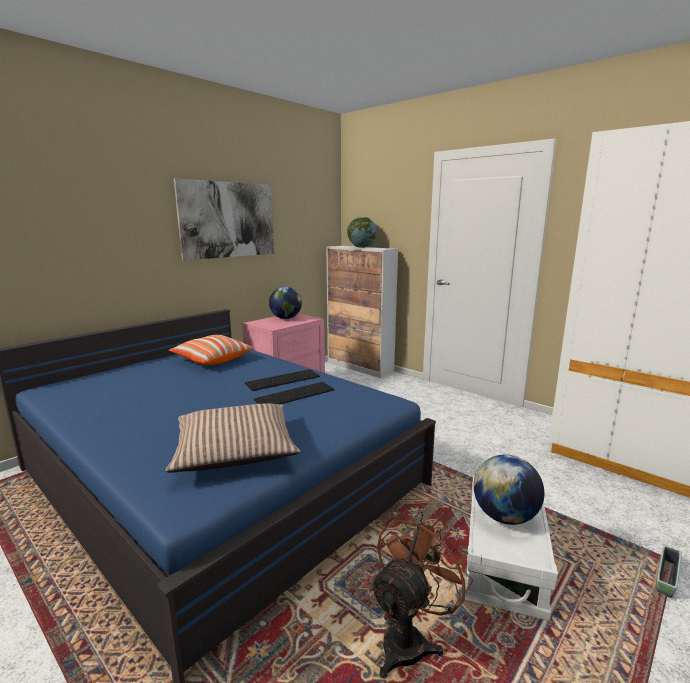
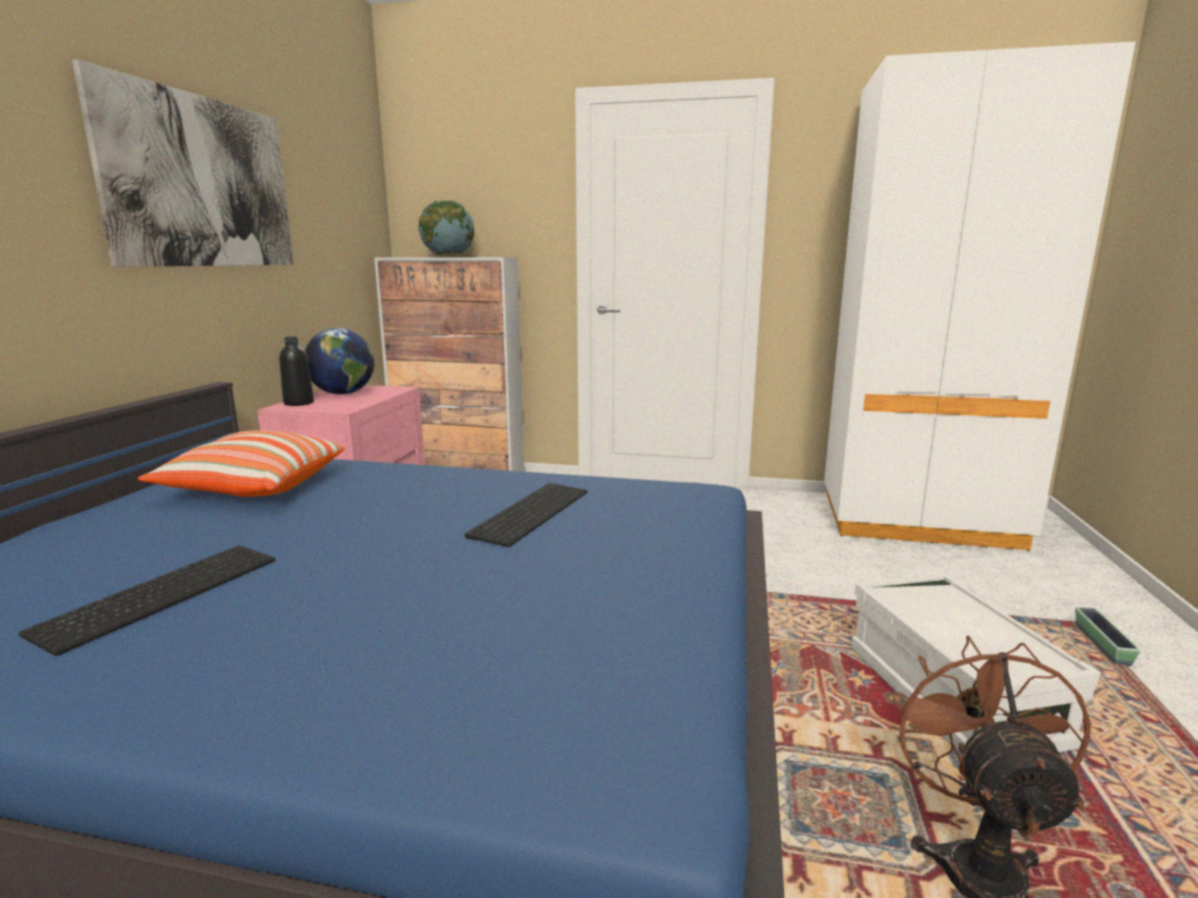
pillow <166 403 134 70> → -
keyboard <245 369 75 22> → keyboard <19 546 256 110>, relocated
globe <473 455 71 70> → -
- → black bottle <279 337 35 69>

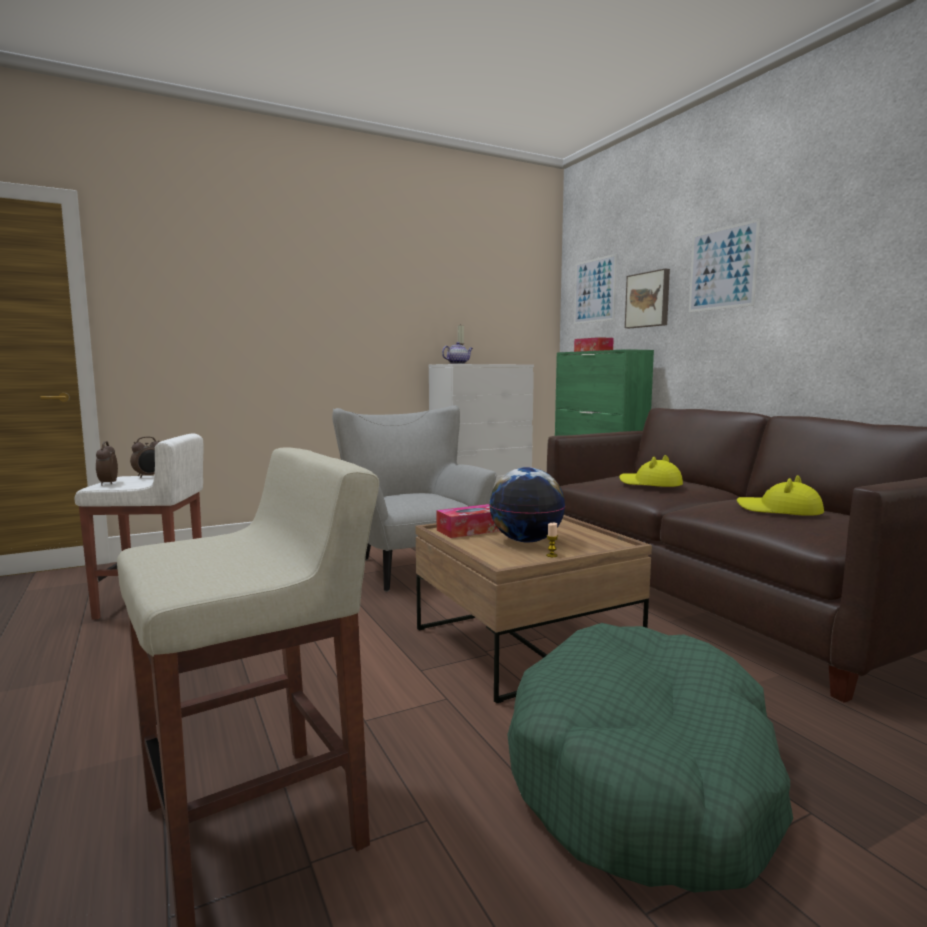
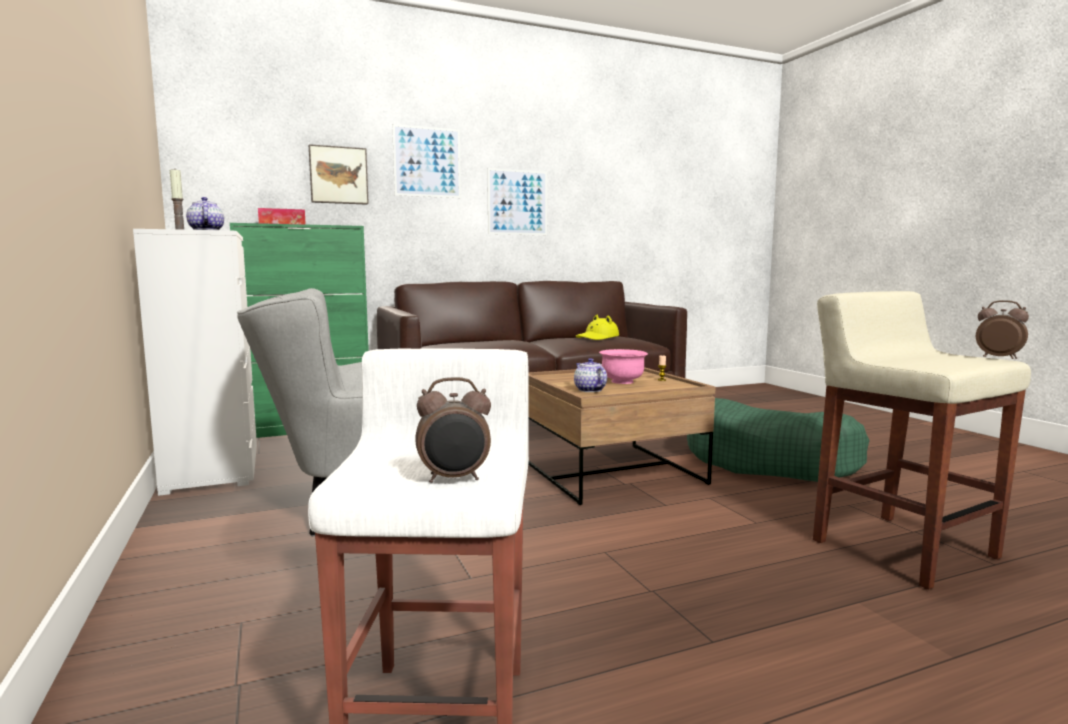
alarm clock <130 437 29 41> → alarm clock <976 300 53 59>, relocated
tissue box <437 504 63 34> → teapot <574 358 33 34>
globe <489 467 76 76> → pink bowl <599 349 49 35>
picture <574 254 43 70> → picture <487 168 60 67>, relocated
yellow hat <619 455 64 32> → -

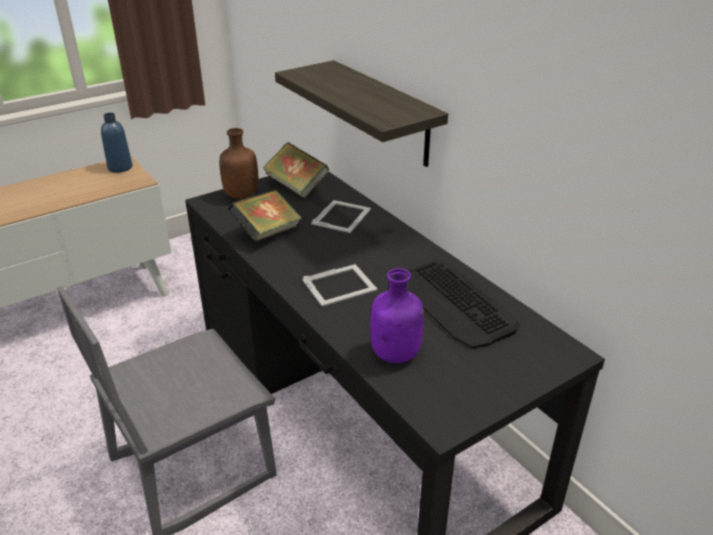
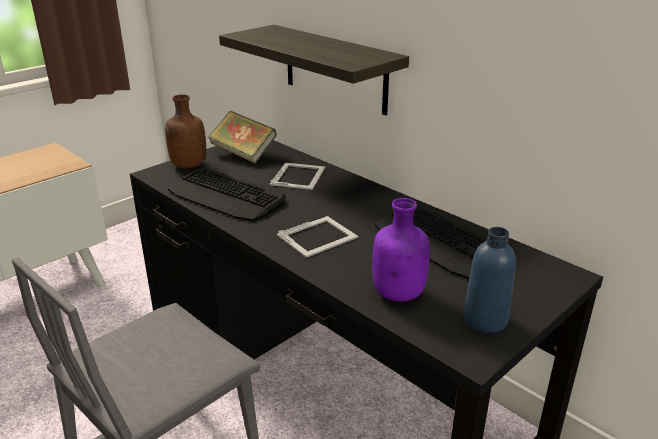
blue bottle <101 113 31 60> → blue bottle <463 227 53 106>, relocated
book <228 190 74 52> → keyboard <168 168 118 53>

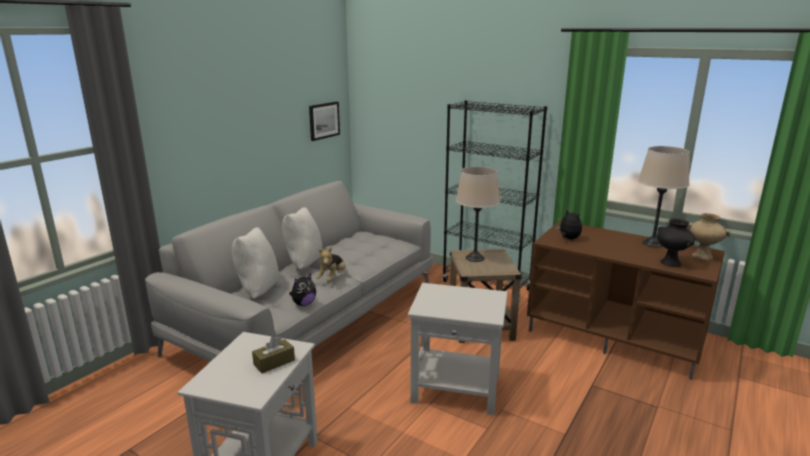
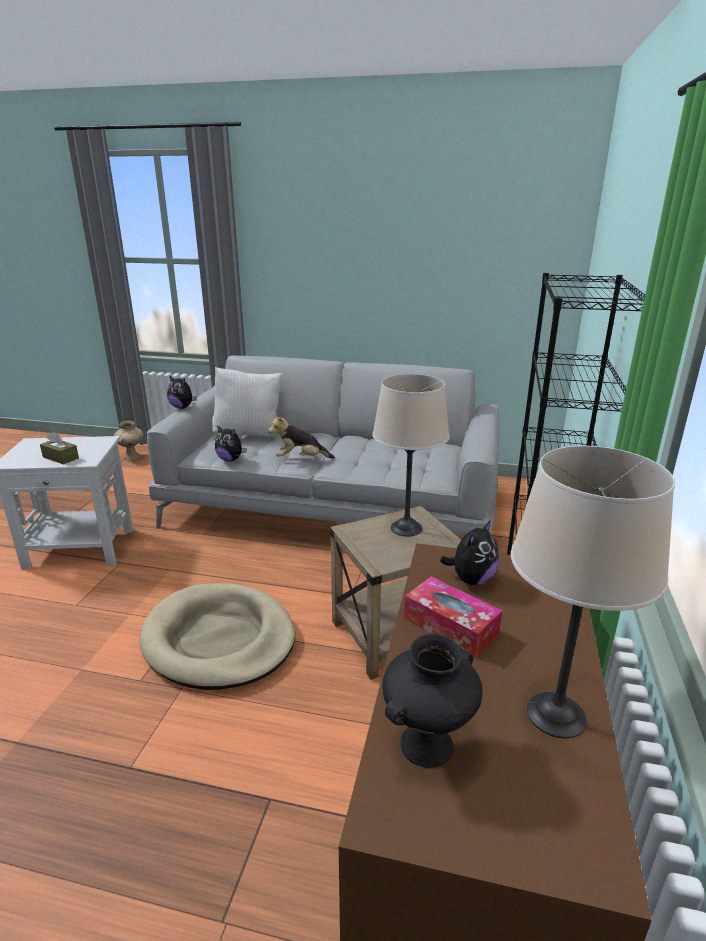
white pillow <282 207 40 62> → -
picture <309 102 31 39> → -
white side table <407 283 101 132> → beige dog bed <139 583 156 107>
beige vase <687 213 44 47> → beige vase <114 421 29 39>, relocated
- → plush toy <167 375 30 34>
- → tissue box <404 577 98 81>

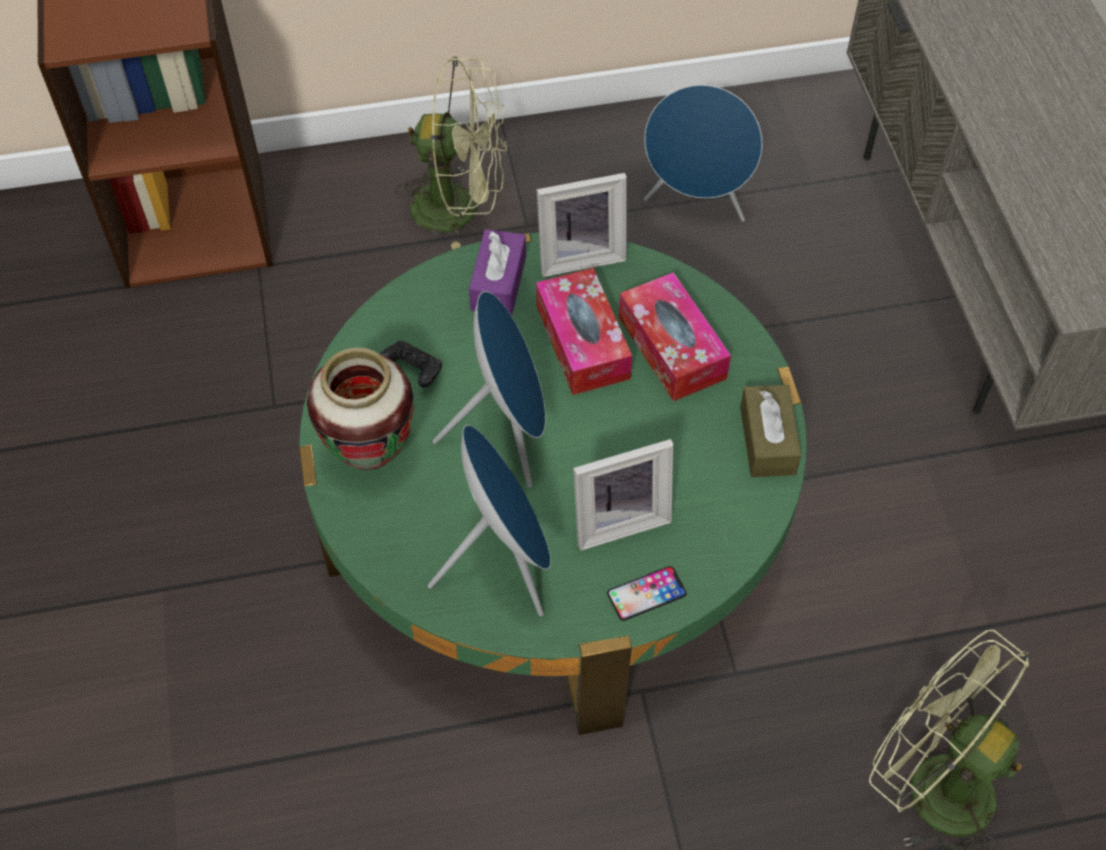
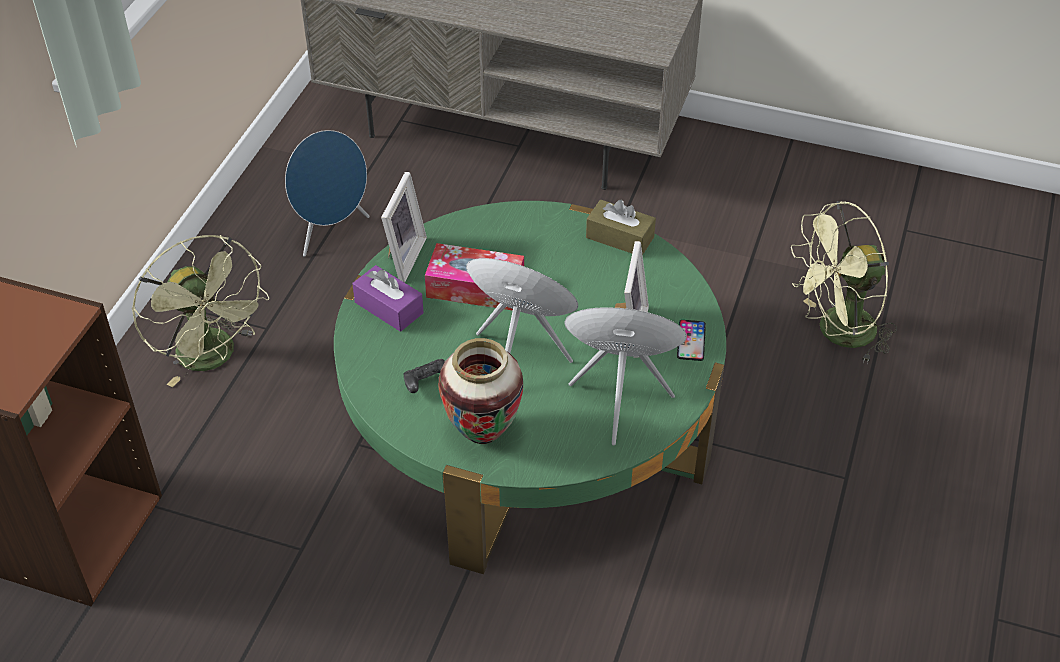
green fan <395 57 112 193> → green fan <132 235 138 152>, 105 degrees clockwise
tissue box <619 272 112 129> → -

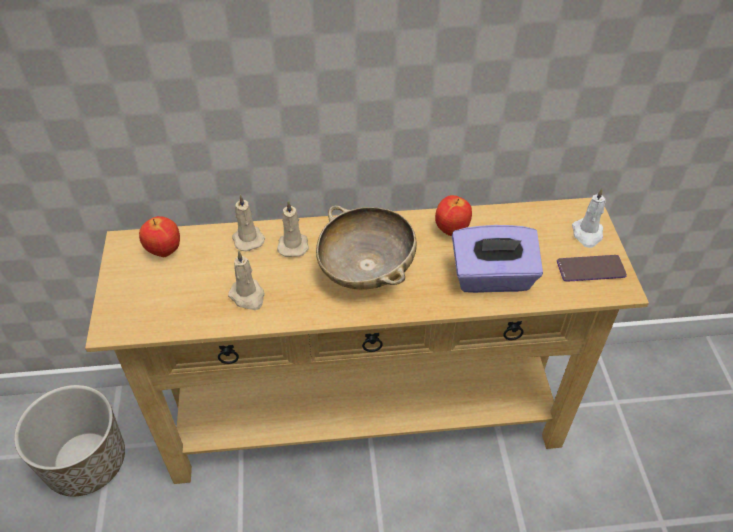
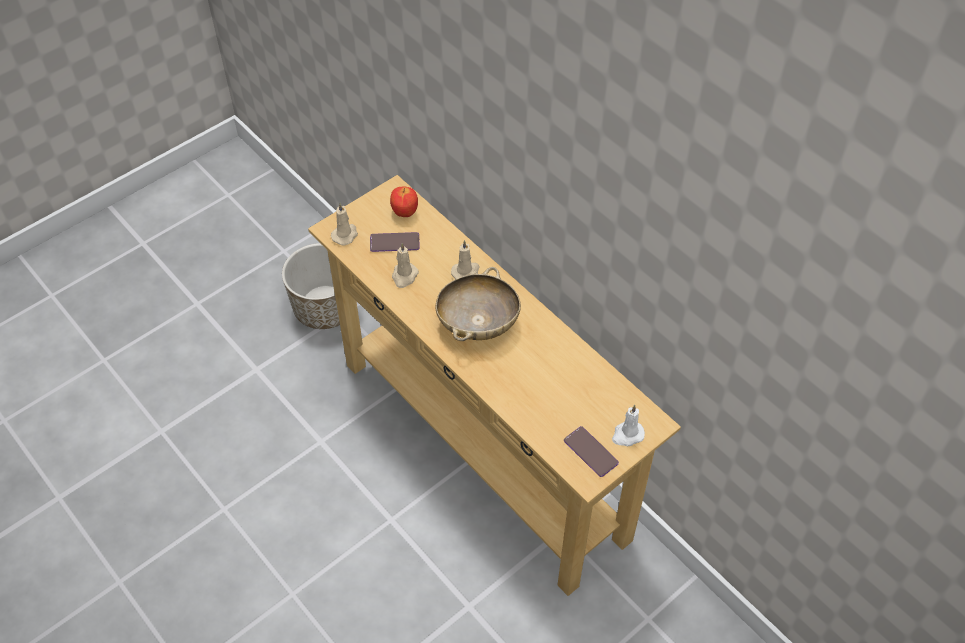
beige candle <232 194 33 58> → beige candle <331 203 27 42>, relocated
apple <435 195 37 41> → -
purple tissue box <452 225 91 68> → -
- → phone <370 232 50 20>

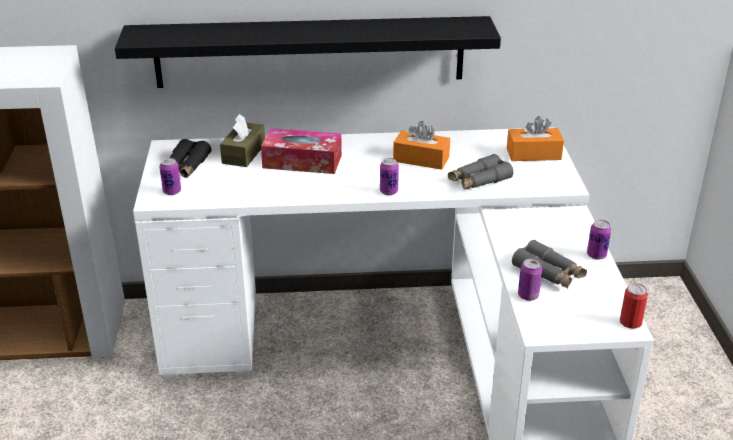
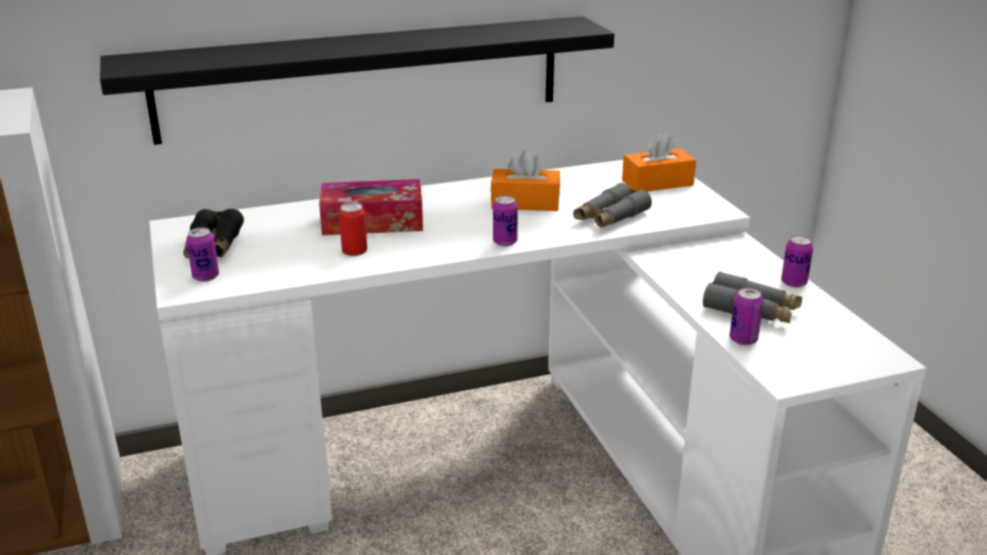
brown tissue box <220 114 45 53> → -
can <620 283 28 46> → can <339 202 28 54>, relocated

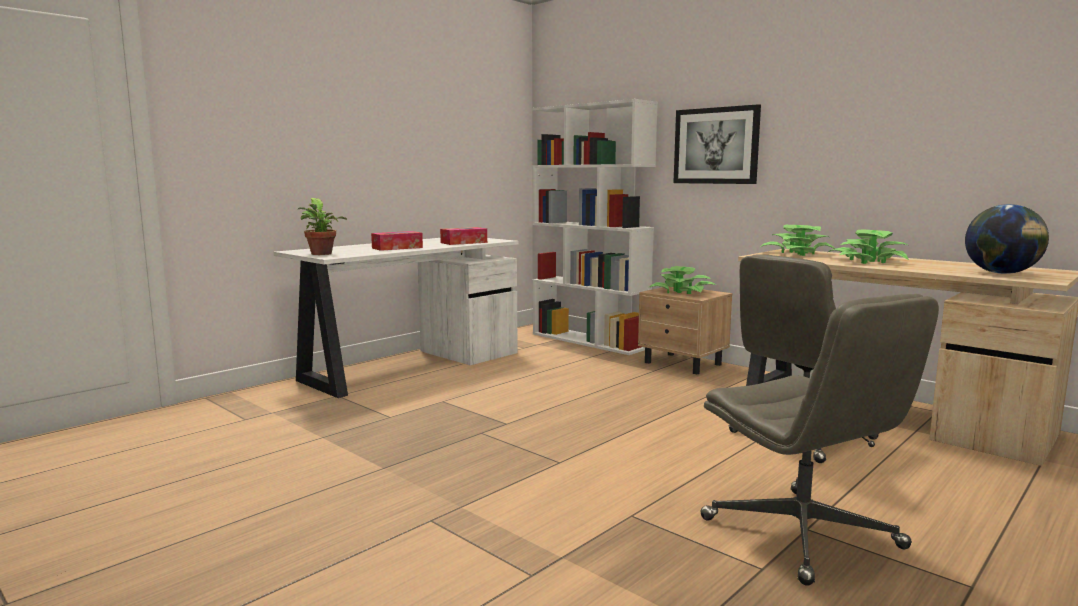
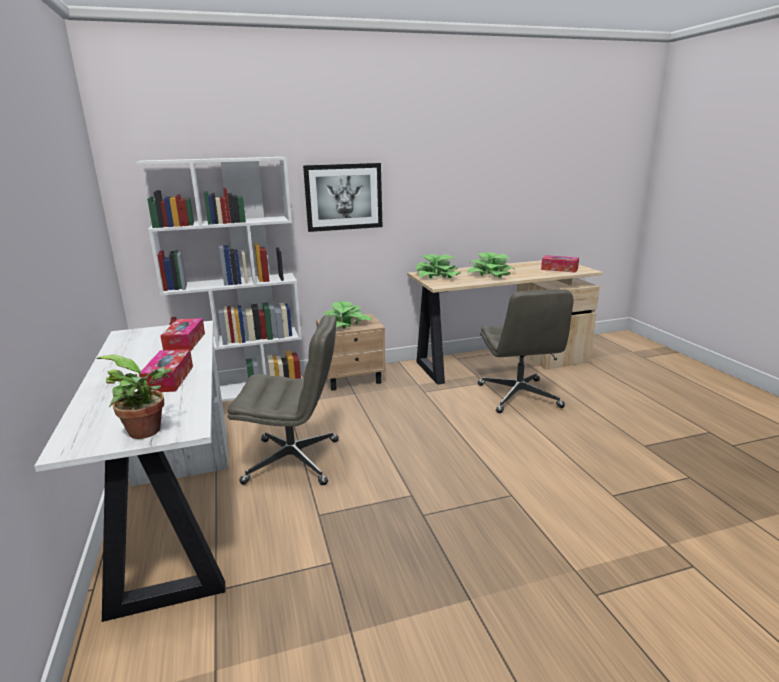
grey office chair <700 294 239 292> → grey office chair <227 315 112 170>, relocated
globe <965 204 84 70> → tissue box <541 255 38 18>

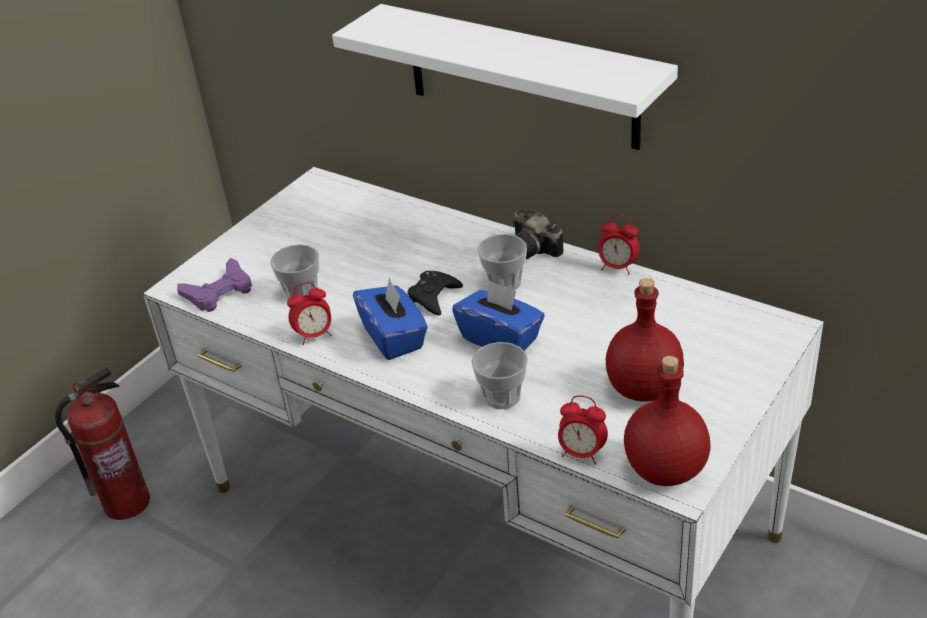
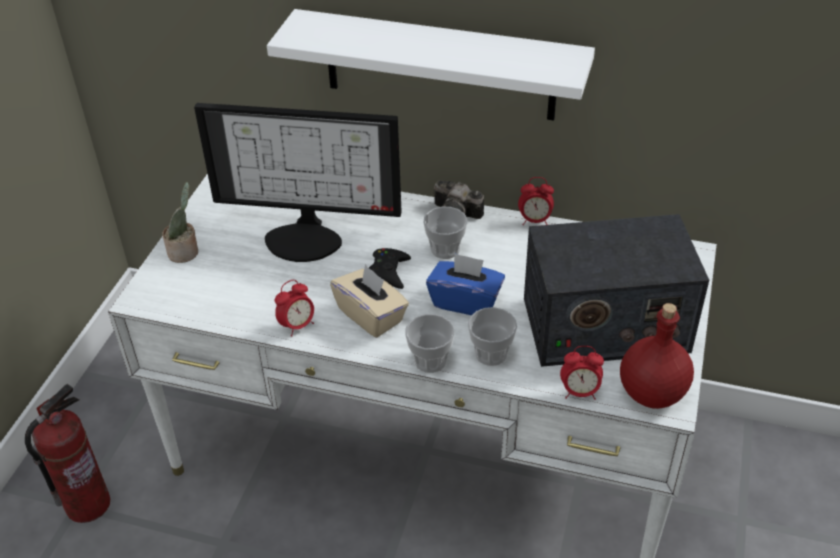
purple game controller <177 258 75 54> → -
cup <270 244 49 55> → cup <405 314 50 59>, relocated
blue tissue box <353 277 75 83> → beige tissue box <330 264 79 74>
red bottle <606 278 78 124> → radio <524 214 185 153>
- → potted plant <162 182 36 81>
- → monitor <194 103 208 159>

